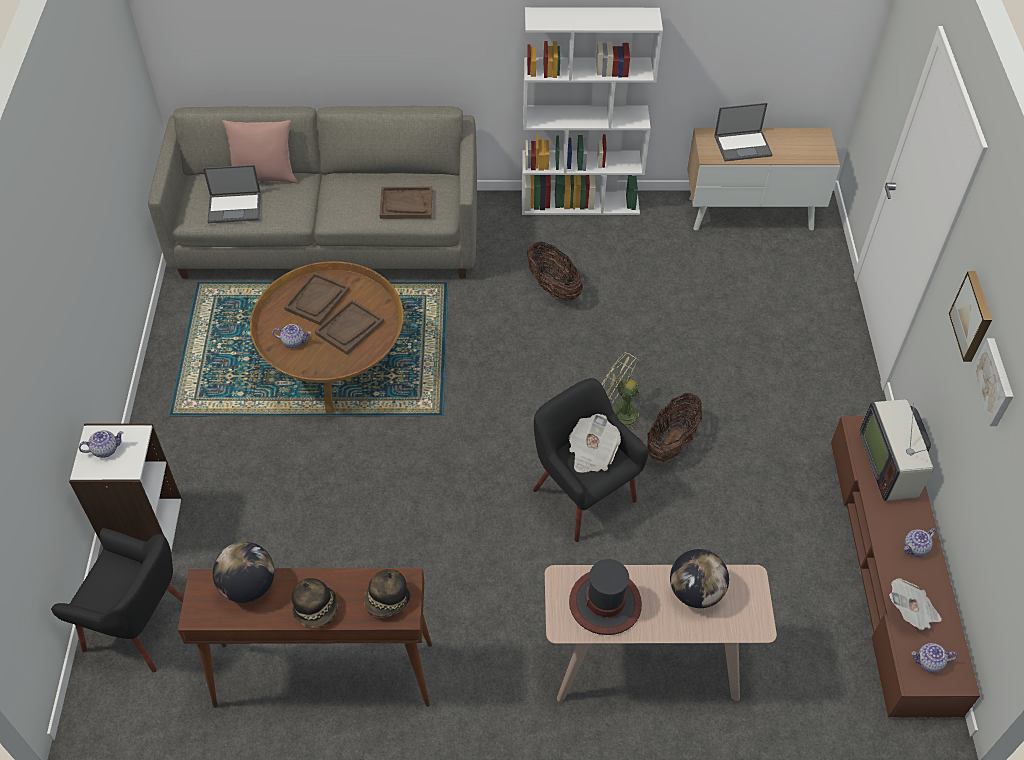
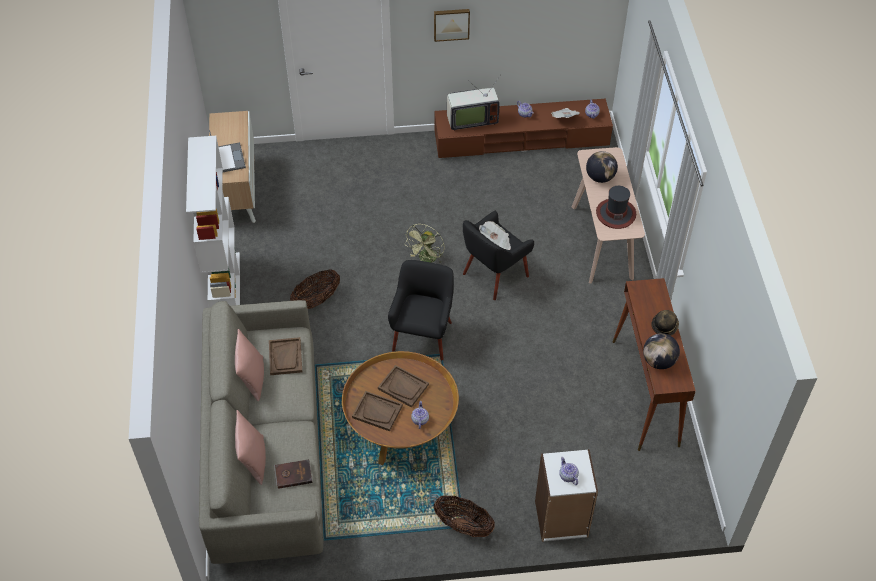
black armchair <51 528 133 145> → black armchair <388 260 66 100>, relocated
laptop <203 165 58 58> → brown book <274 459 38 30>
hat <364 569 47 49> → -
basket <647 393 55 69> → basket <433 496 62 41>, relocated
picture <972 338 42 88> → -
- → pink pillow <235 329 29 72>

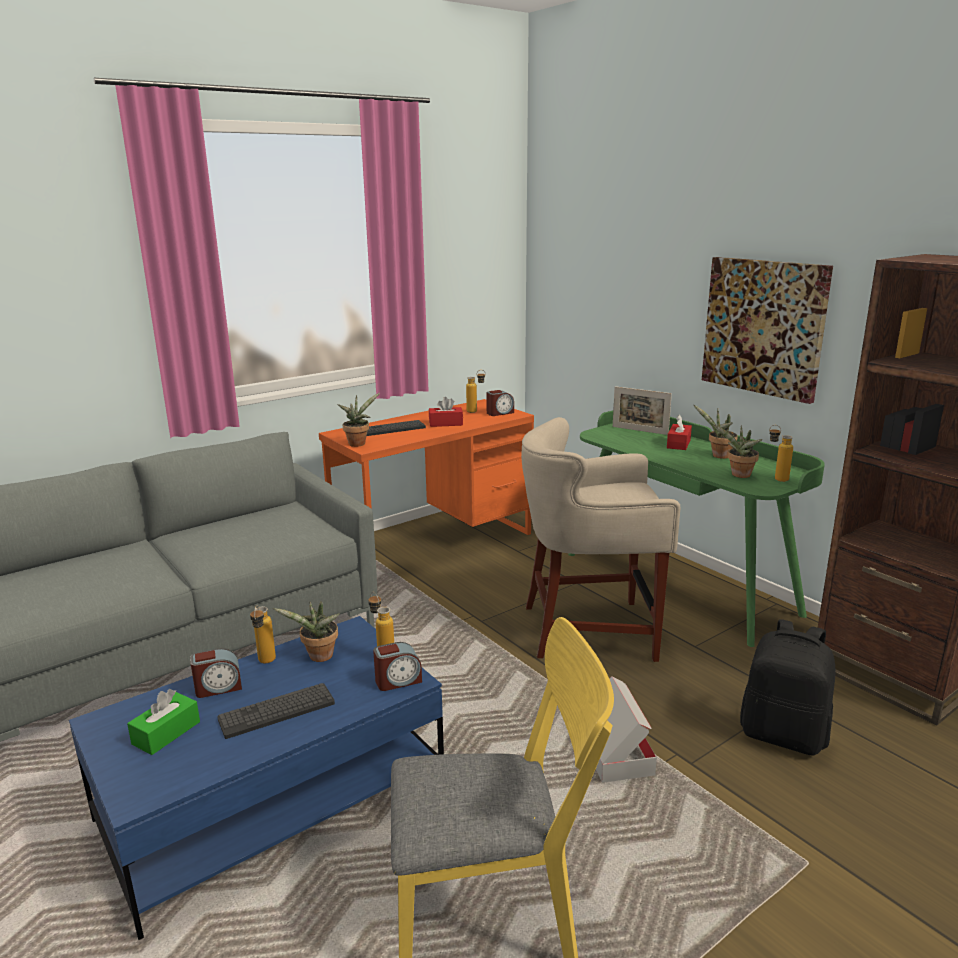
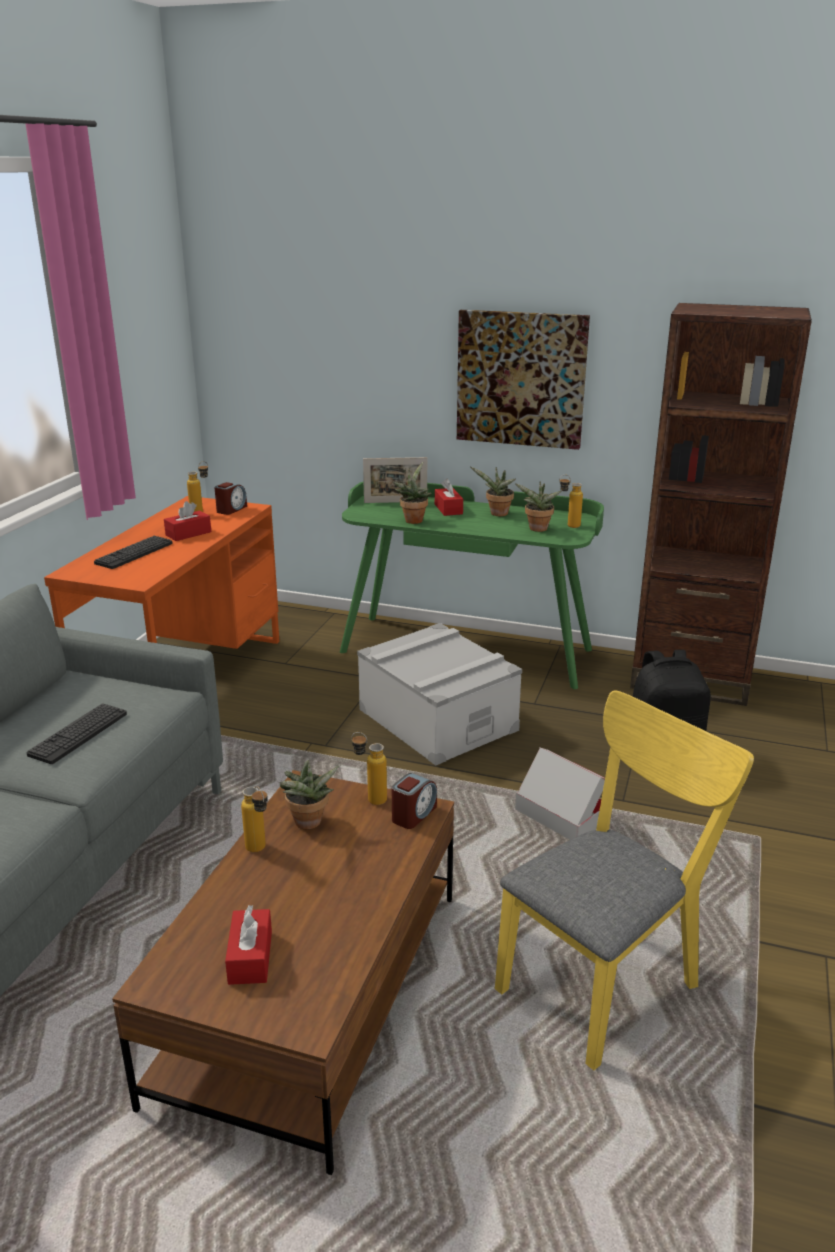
blue coffee table <69 616 375 324> → brown coffee table <112 770 342 405>
green tissue box <127 689 73 66> → red tissue box <225 905 47 80>
alarm clock <190 648 52 50> → -
keyboard <217 683 118 56> → keyboard <26 703 101 61>, relocated
potted plant <337 393 43 54> → potted plant <392 462 39 62>, relocated
beige stool <521 417 159 245> → grey storage box <357 623 165 143>

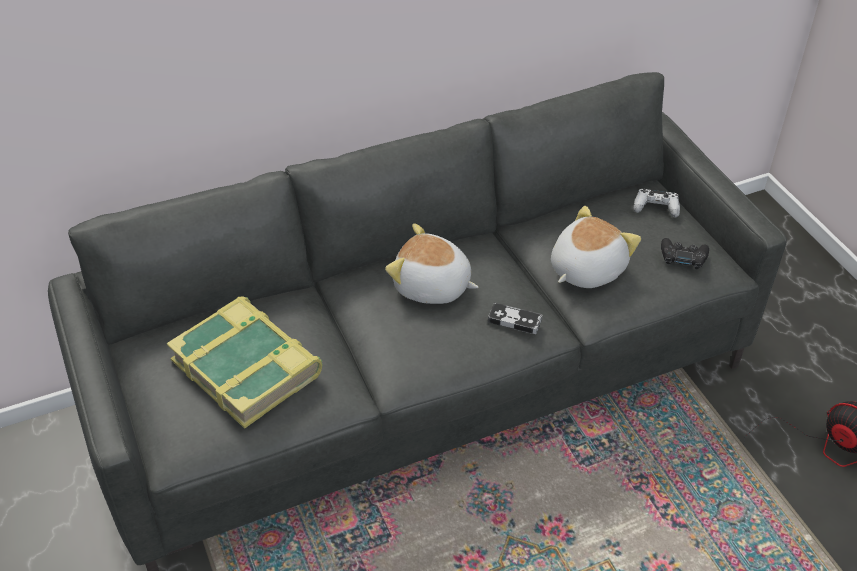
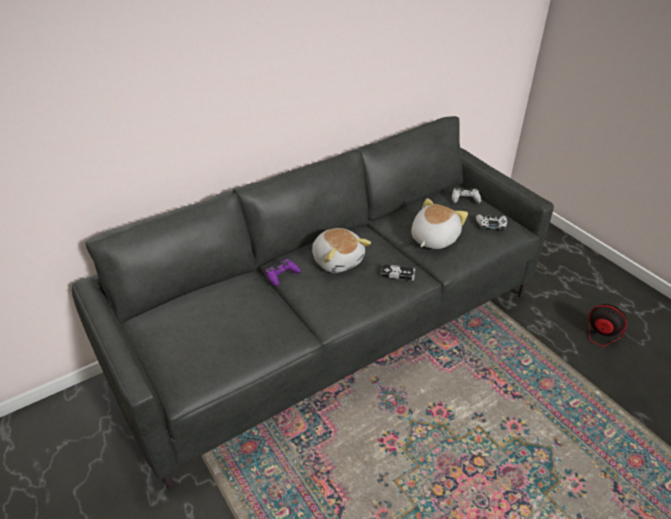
book <166 296 157 133> → -
plush toy <385 223 93 81> → plush toy <312 228 59 45>, 135 degrees counterclockwise
black game controller <661 238 48 31> → white game controller <476 215 31 16>
- → purple game controller <265 259 36 27>

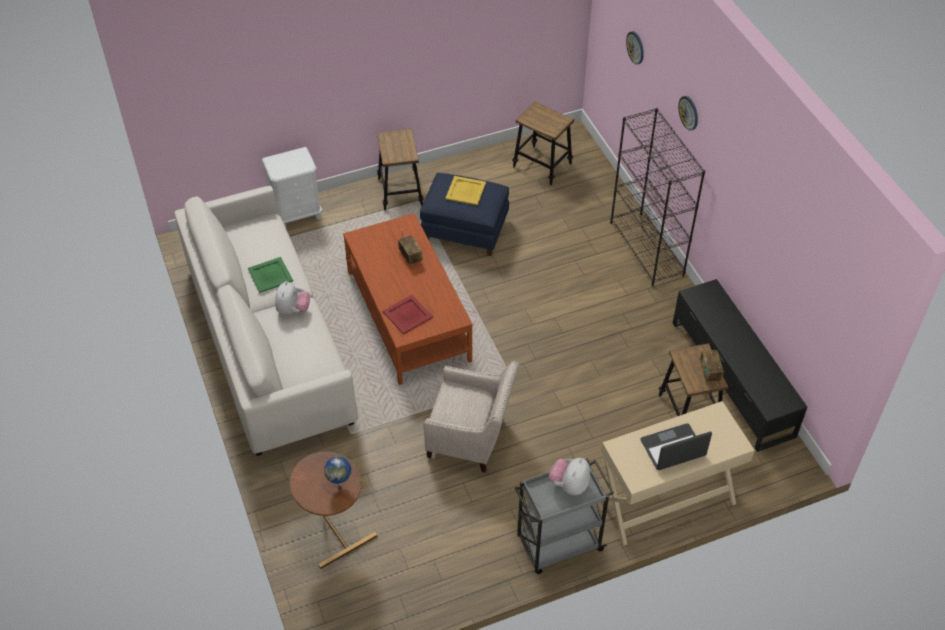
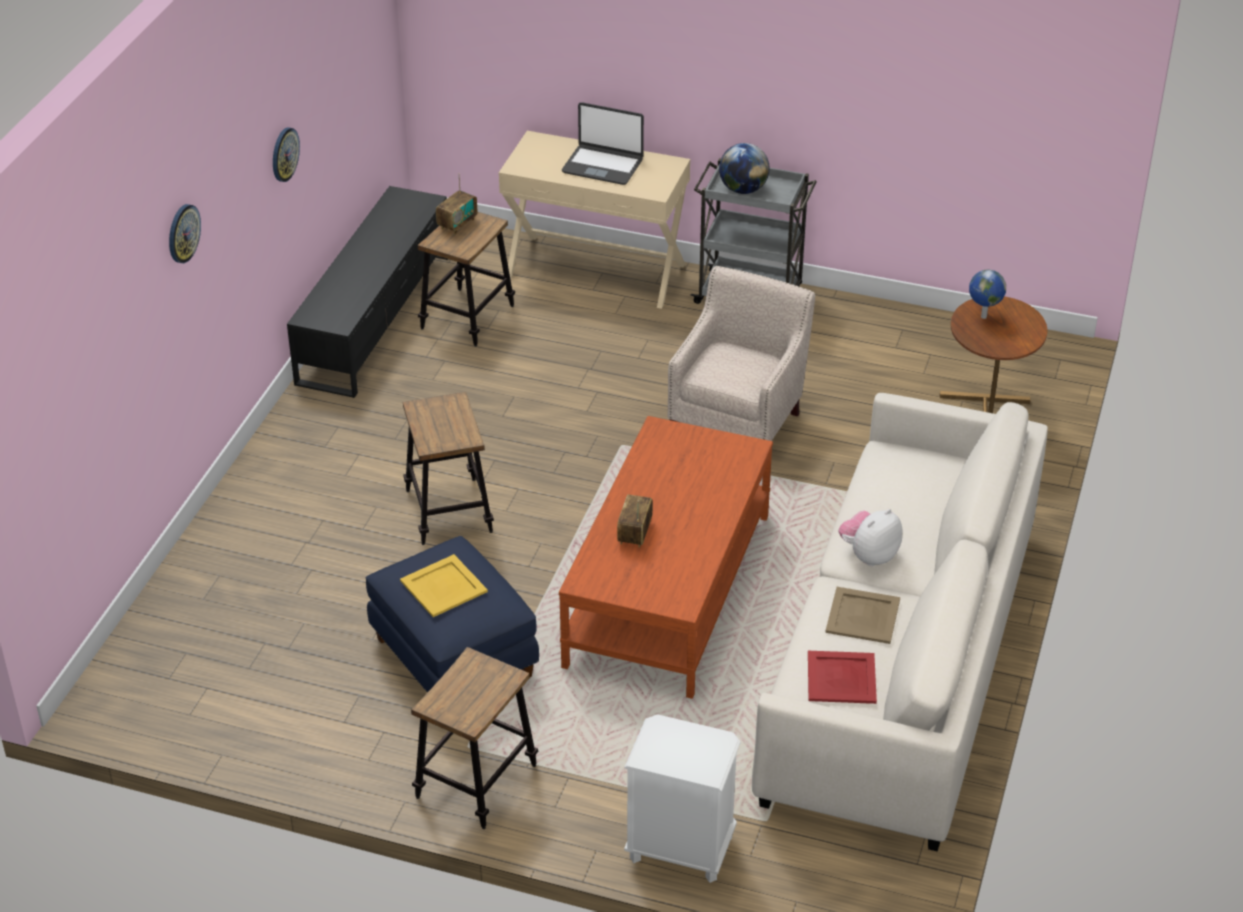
green tray <248 257 45 36> → beige tray <825 587 75 57>
red tray <383 295 50 39> → red tray <808 651 69 53>, relocated
beige armchair <424 361 95 112> → beige armchair <668 266 147 175>, 60 degrees clockwise
stool <512 101 62 84> → stool <403 392 91 153>, relocated
plush toy <549 458 41 38> → globe <719 143 51 51>
black bookcase <610 108 95 178> → -
wall clock <626 31 18 33> → wall clock <273 127 27 55>, relocated

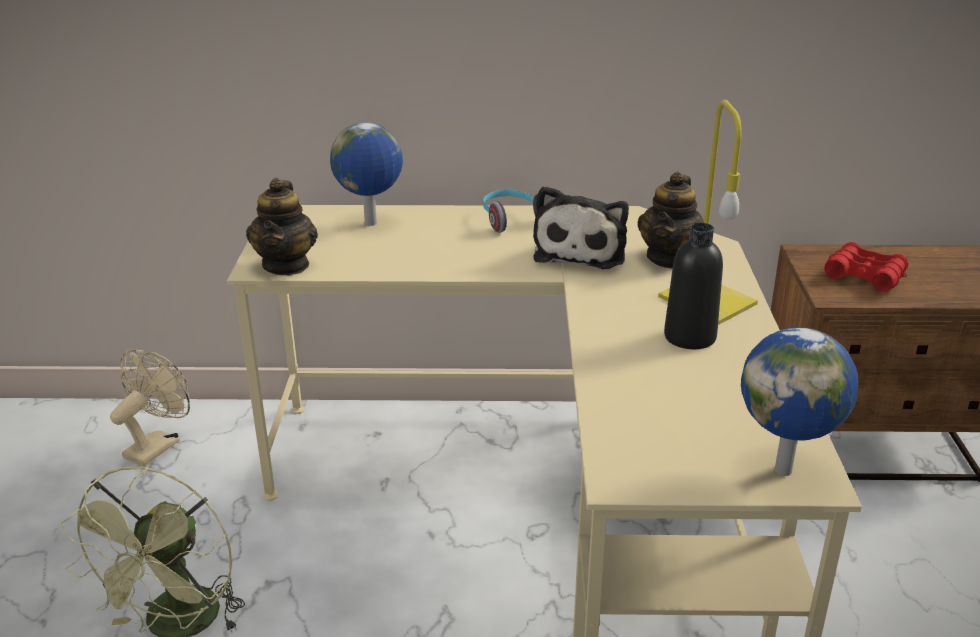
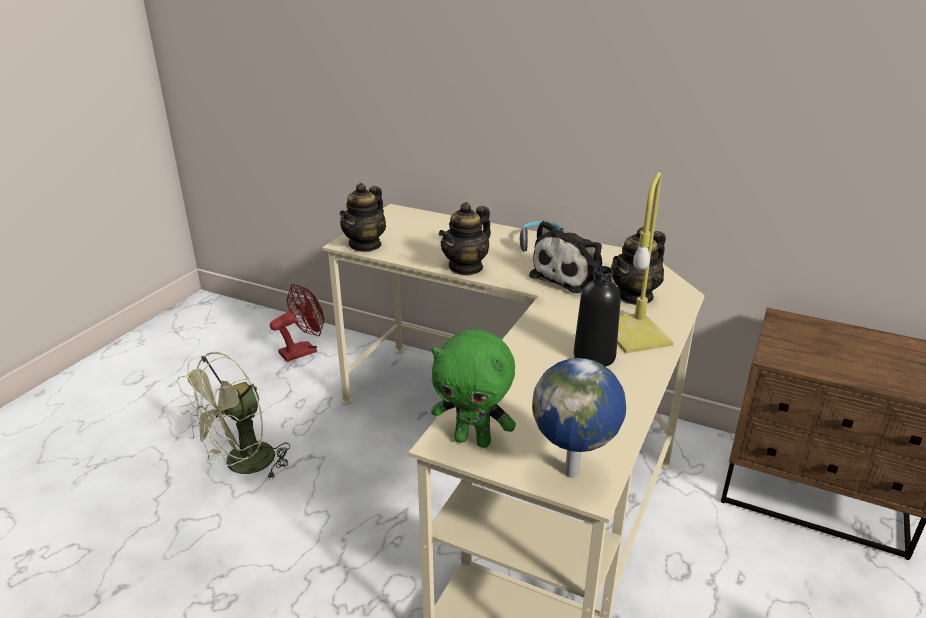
beige fan <110 349 80 117> → red fan <270 284 54 78>
globe <330 122 73 104> → -
red binoculars <824 242 85 50> → -
- → green plush toy <431 329 85 119>
- → teapot <439 202 52 74>

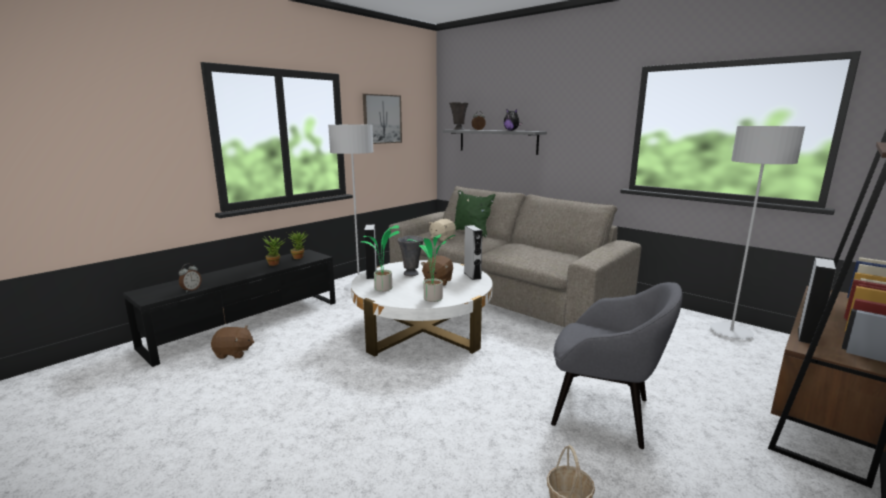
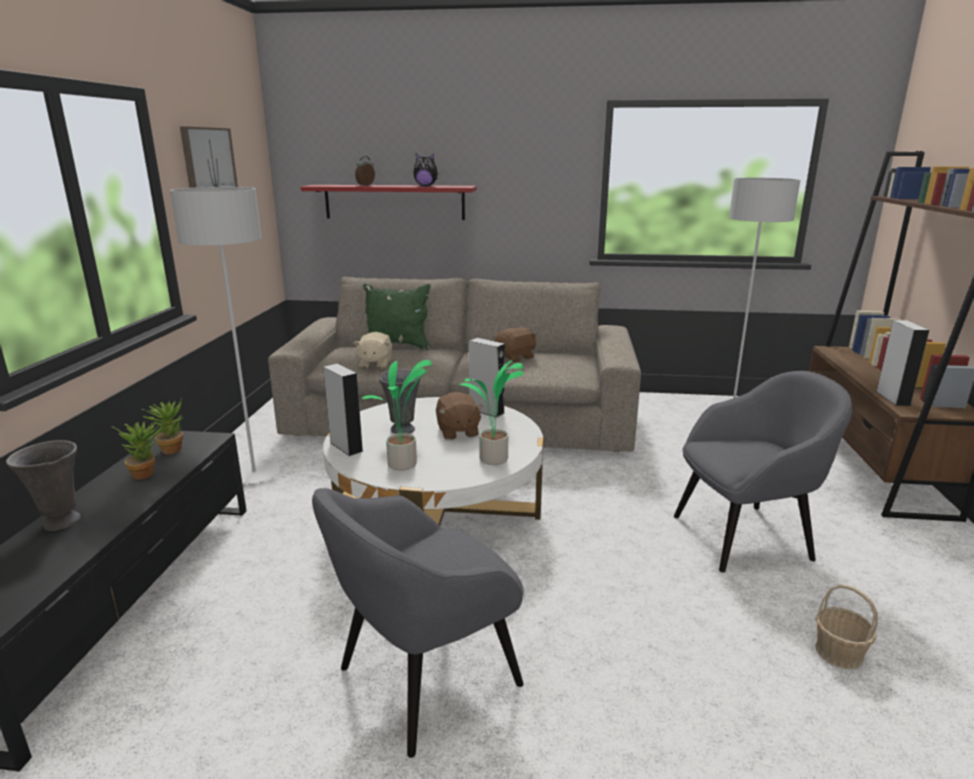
alarm clock <179 264 23 28> → -
brown plush toy <211 325 43 34> → brown plush toy <494 327 42 35>, relocated
grey shelf <443 130 104 25> → red shelf <301 185 176 35>
grey vase <449 102 20 28> → grey vase <6 440 75 91>, relocated
- → grey armchair <312 488 212 270>

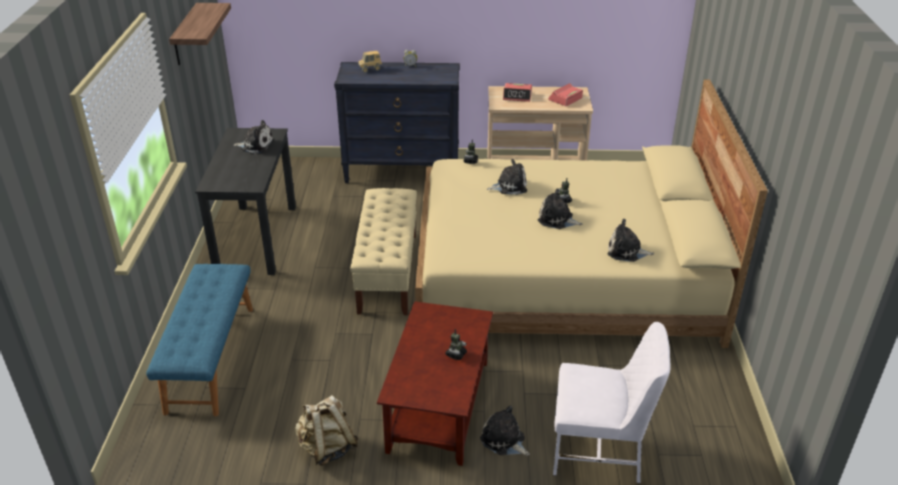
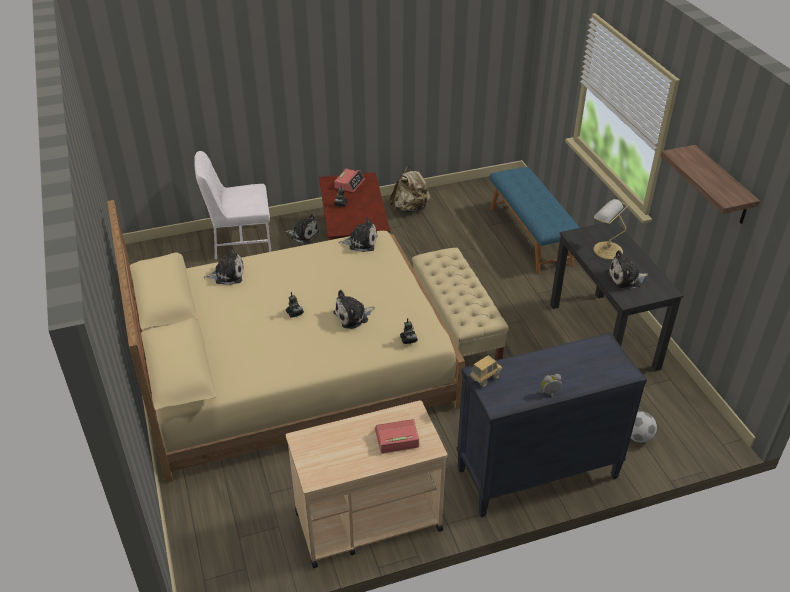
toy truck <358 51 24 21> → toy truck <470 355 32 32>, relocated
plush toy <538 188 45 41> → plush toy <339 217 38 35>, relocated
alarm clock <548 83 35 23> → alarm clock <335 169 30 23>, relocated
- → table lamp <594 199 34 61>
- → football <631 411 26 32>

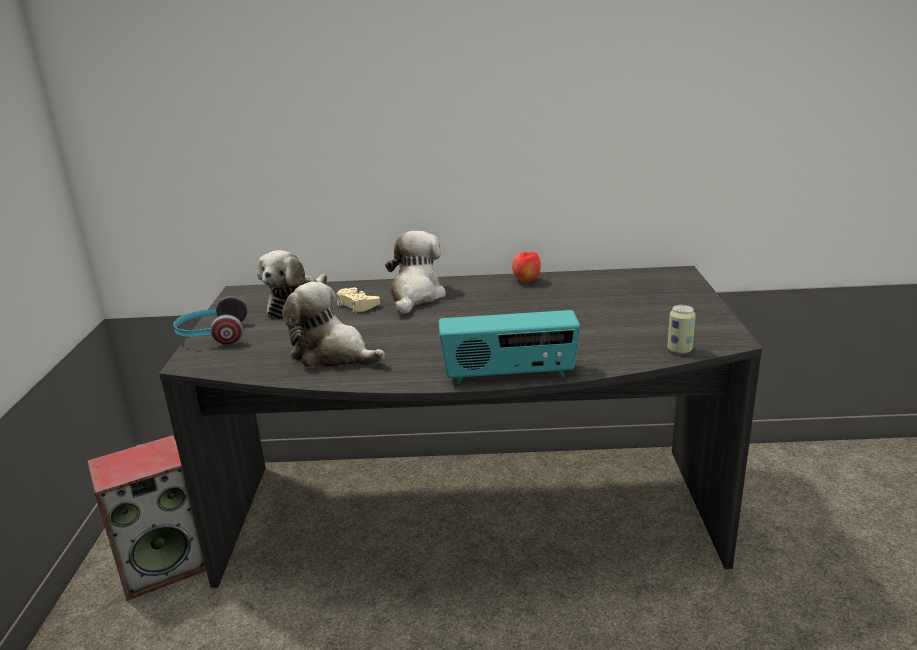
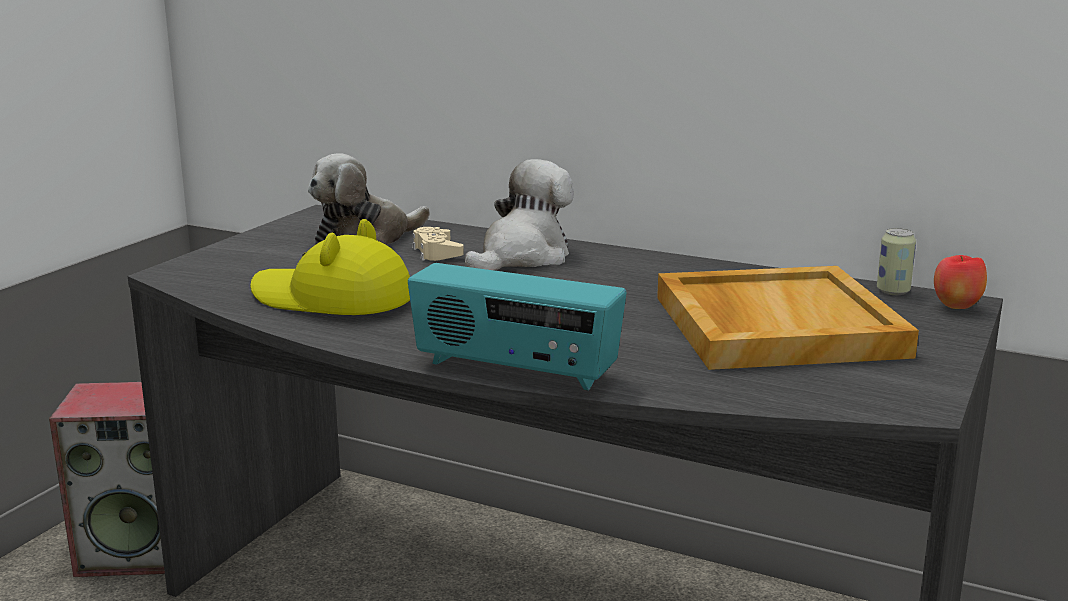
headphones <173 296 74 49> → -
plush toy <282 282 103 85> → yellow hat <250 219 160 96>
apple <512 252 29 31> → apple <934 255 53 54>, relocated
can <667 305 29 49> → can <877 228 39 67>, relocated
- → beige tray <657 266 262 104>

